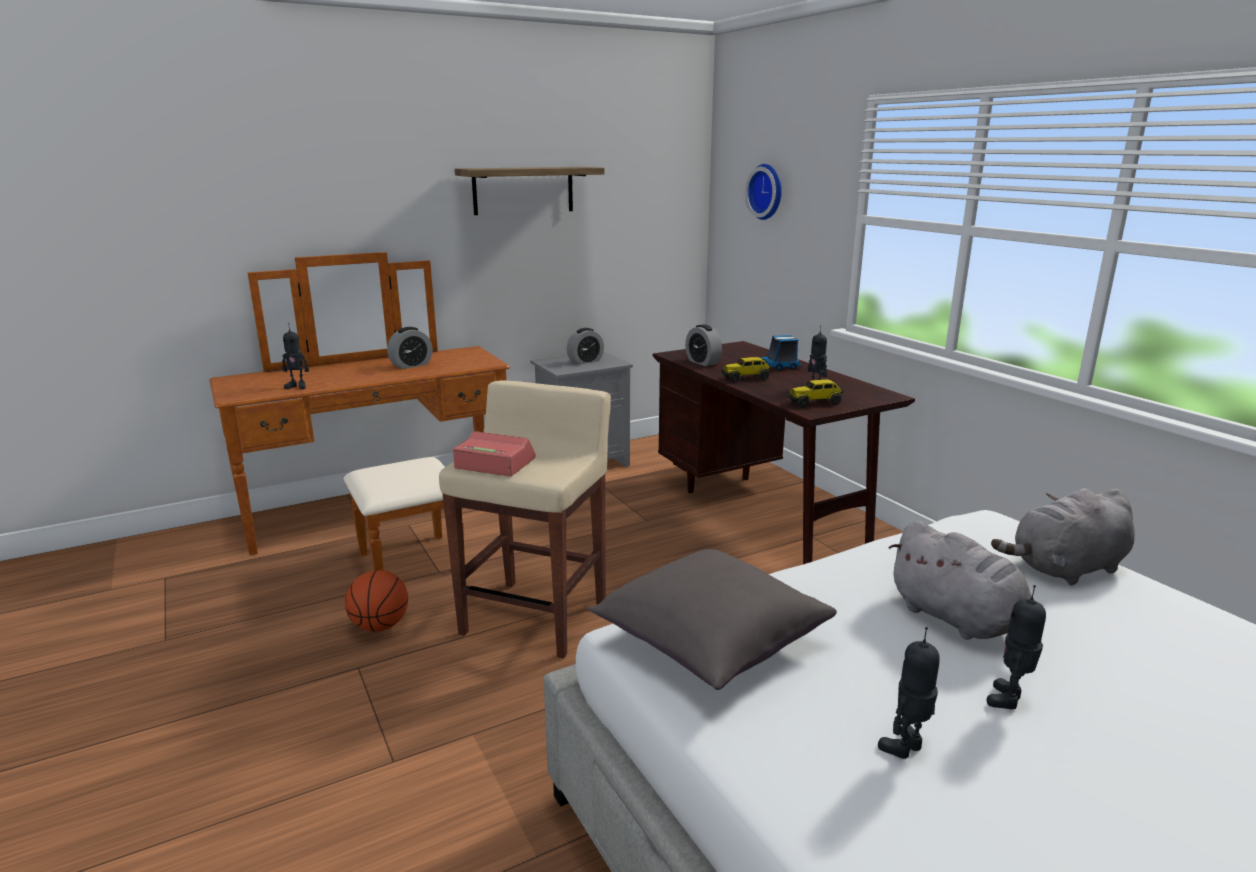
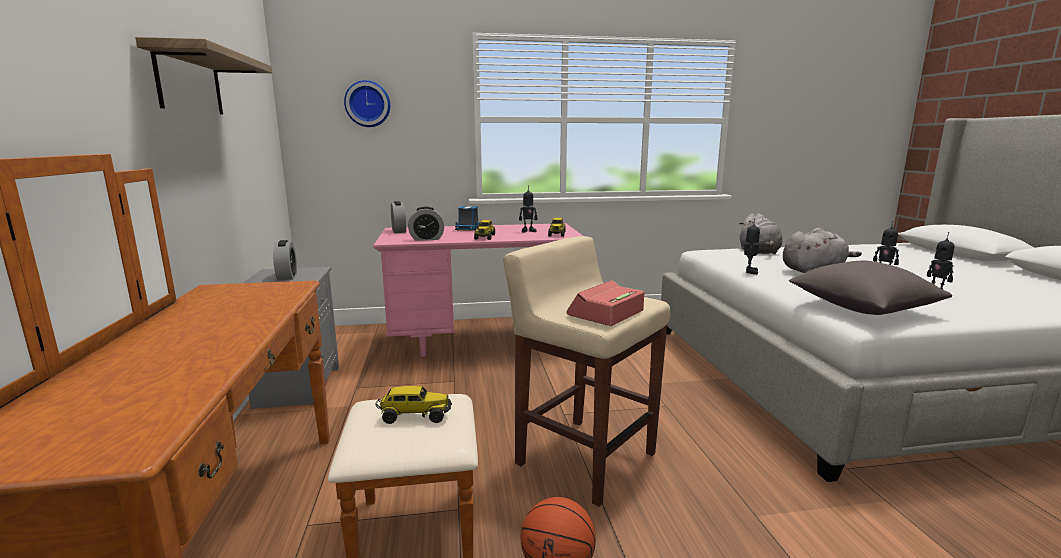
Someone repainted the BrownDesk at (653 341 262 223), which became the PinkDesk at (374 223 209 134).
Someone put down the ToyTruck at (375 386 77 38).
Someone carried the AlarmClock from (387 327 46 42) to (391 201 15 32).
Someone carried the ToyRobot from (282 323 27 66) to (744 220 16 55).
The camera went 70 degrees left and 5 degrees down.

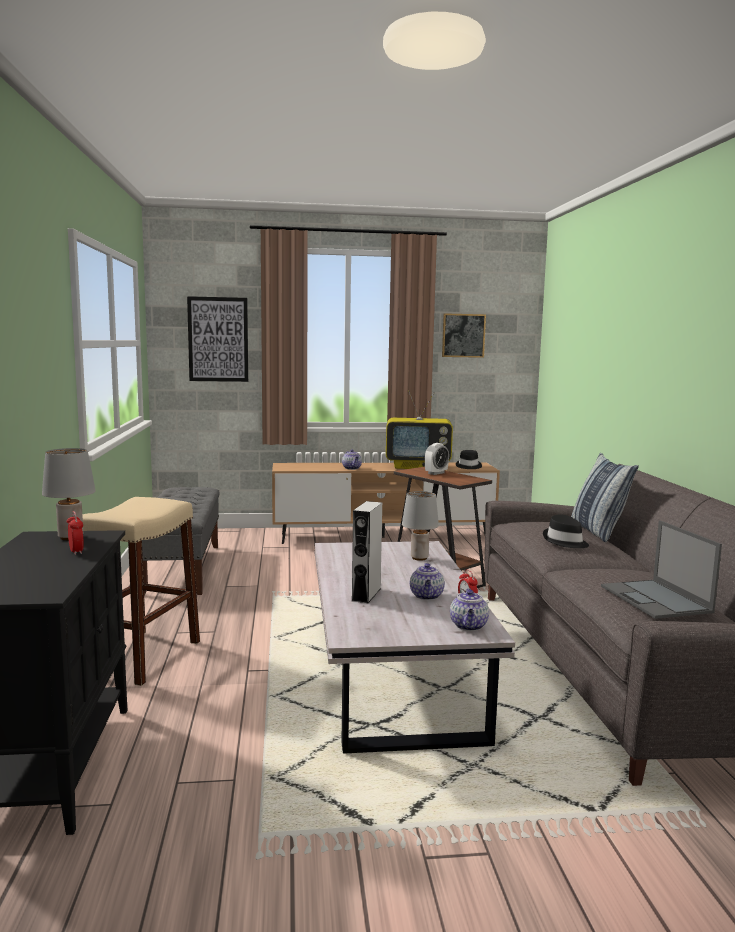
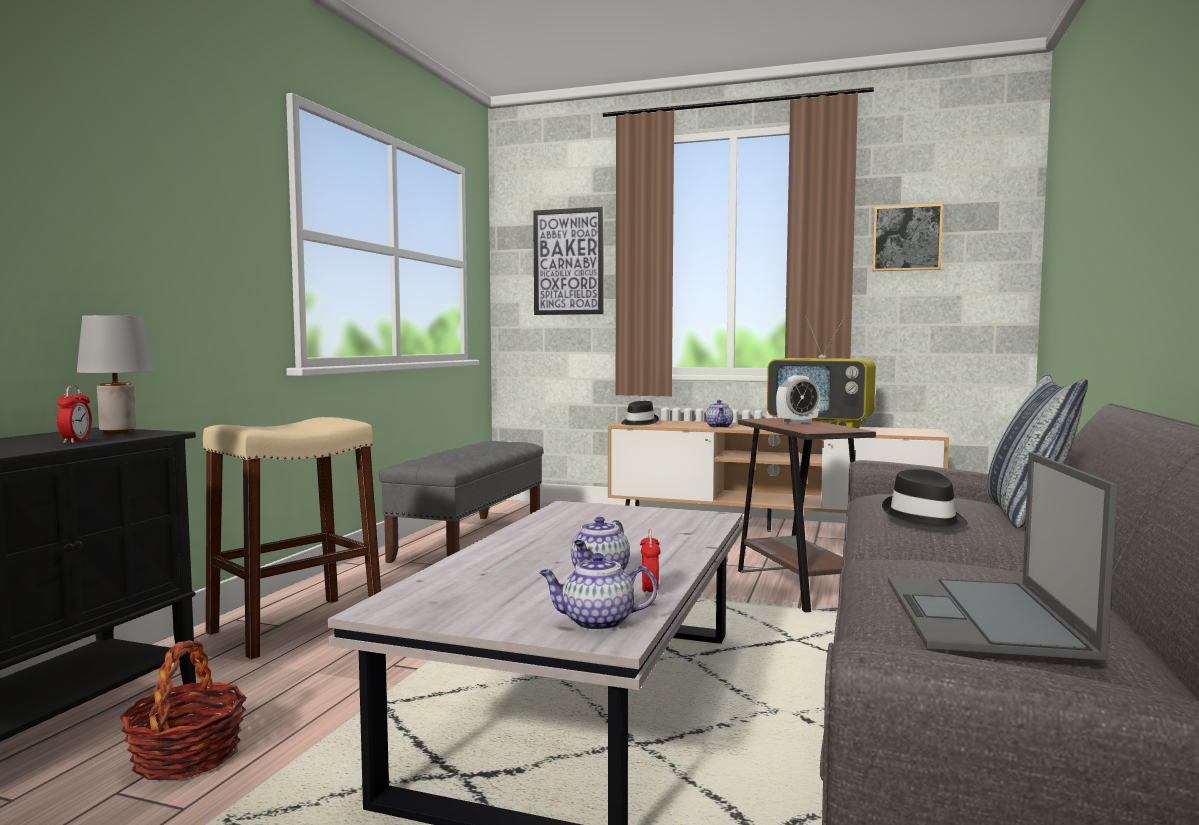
Someone put down the Basket at (120 640 127 140).
Someone rotated the Teapot at (450 588 39 43) by 60 degrees clockwise.
Someone carried the BlackHat from (456 450 26 19) to (621 401 38 24).
Someone took away the GreySpeaker at (352 501 30 102).
Someone took away the GreyTableLamp at (402 491 37 70).
The camera went 25 degrees right and 5 degrees down.

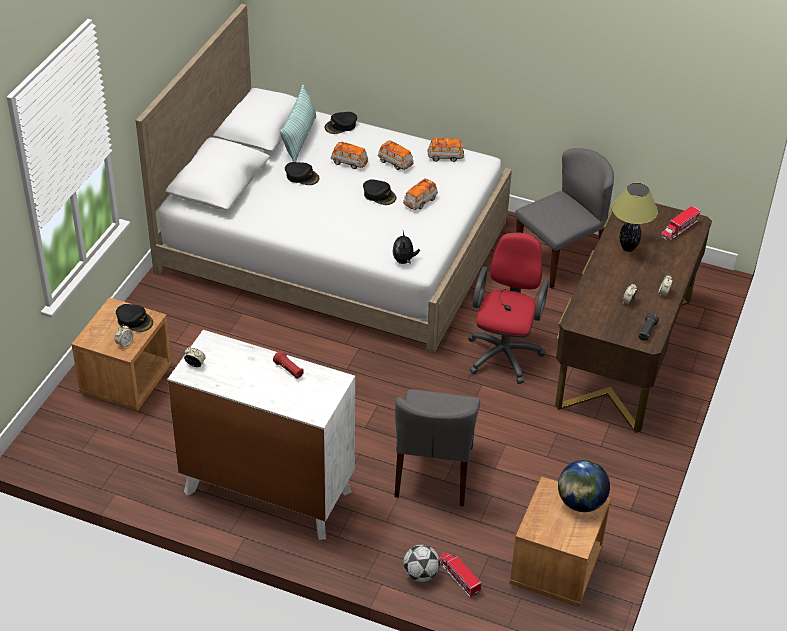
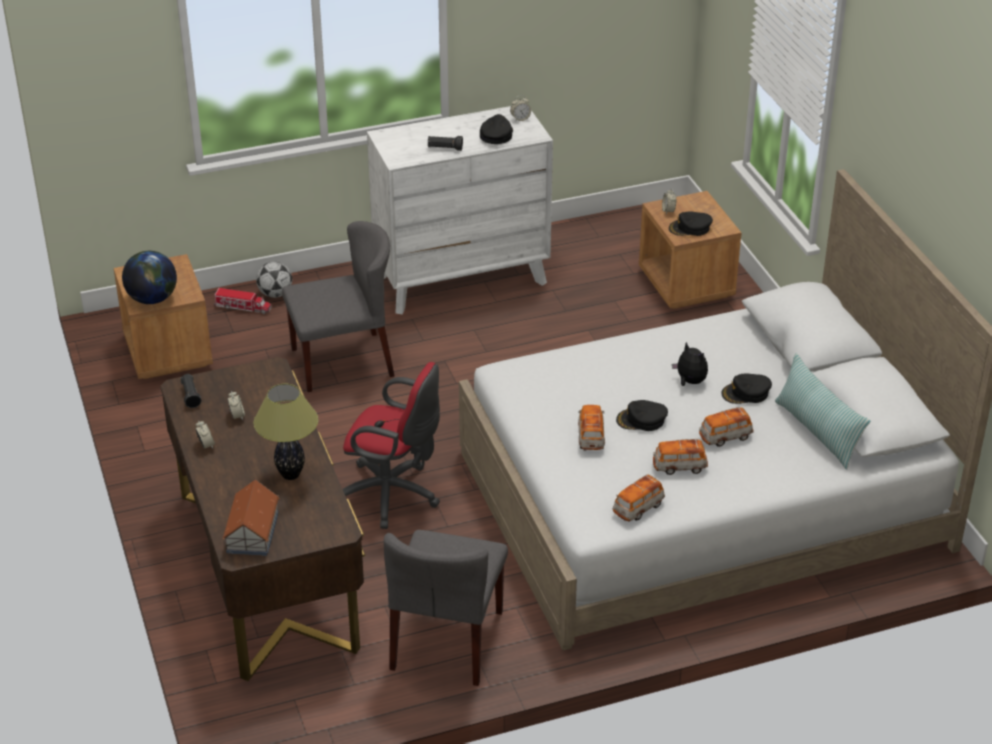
Someone swapped the ToyTruck at (661 206 39 35) for the ToyHouse at (222 479 58 77).
Someone rotated the GreyChair at (394 389 86 118) by 105 degrees clockwise.
Someone rotated the RedOfficeChair at (468 233 81 151) by 45 degrees counterclockwise.
Someone repainted the RedFlashlight at (273 351 31 28), which became the BlackFlashlight at (428 136 35 15).
Someone carried the BlackCap from (325 112 32 22) to (480 114 33 30).
Someone carried the PlushToy from (392 231 28 33) to (672 342 36 44).
The camera went 140 degrees right and 5 degrees down.

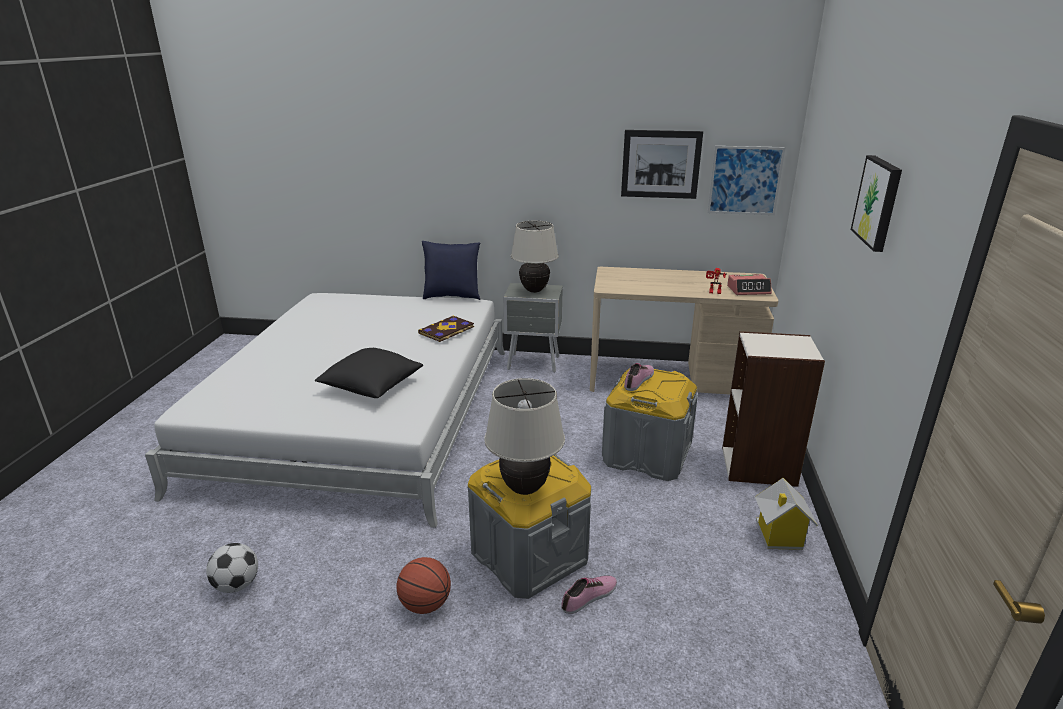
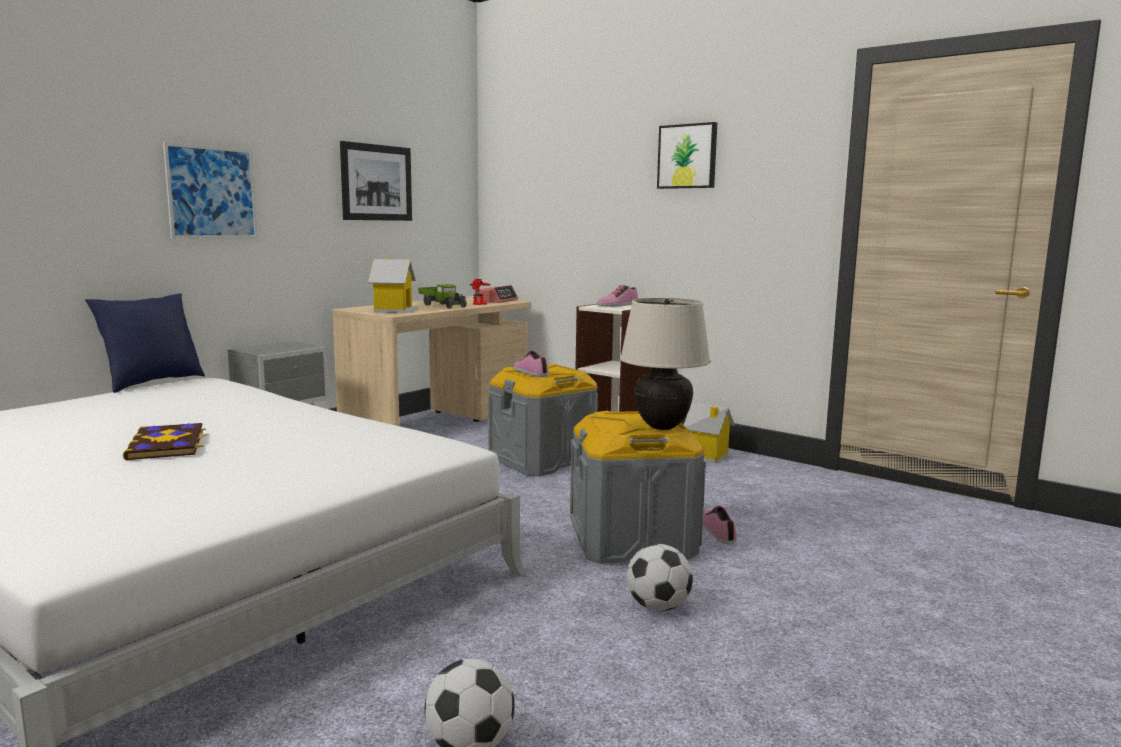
Someone carried the Book from (418 315 56 27) to (123 423 84 38).
Someone carried the Picture from (707 146 79 69) to (163 142 95 97).
Someone put down the ToyHouse at (368 258 51 55).
Someone put down the ToyTruck at (418 284 49 25).
Someone put down the Shoe at (597 285 41 22).
Someone swapped the Basketball at (397 557 54 57) for the Football at (627 544 66 67).
Someone took away the BlackPillow at (315 348 108 50).
Someone took away the BeigeTableLamp at (511 221 48 72).
The camera went 60 degrees left and 15 degrees down.

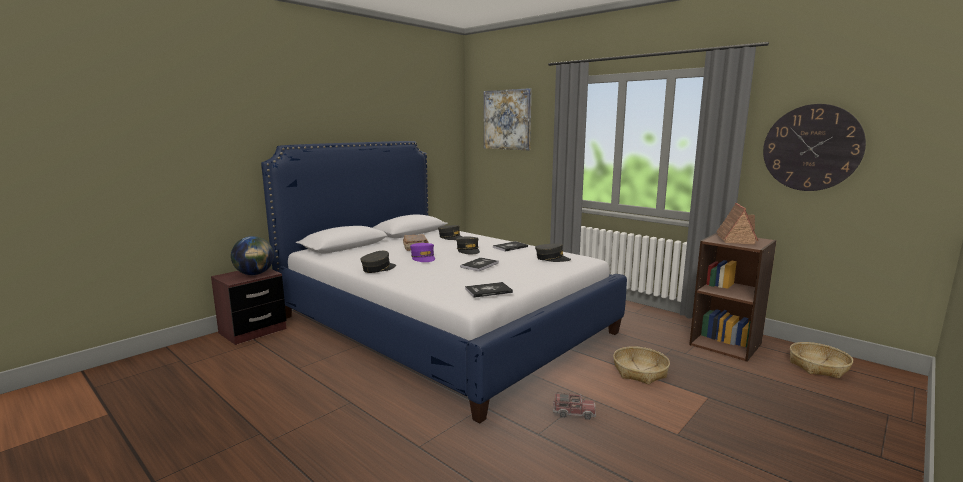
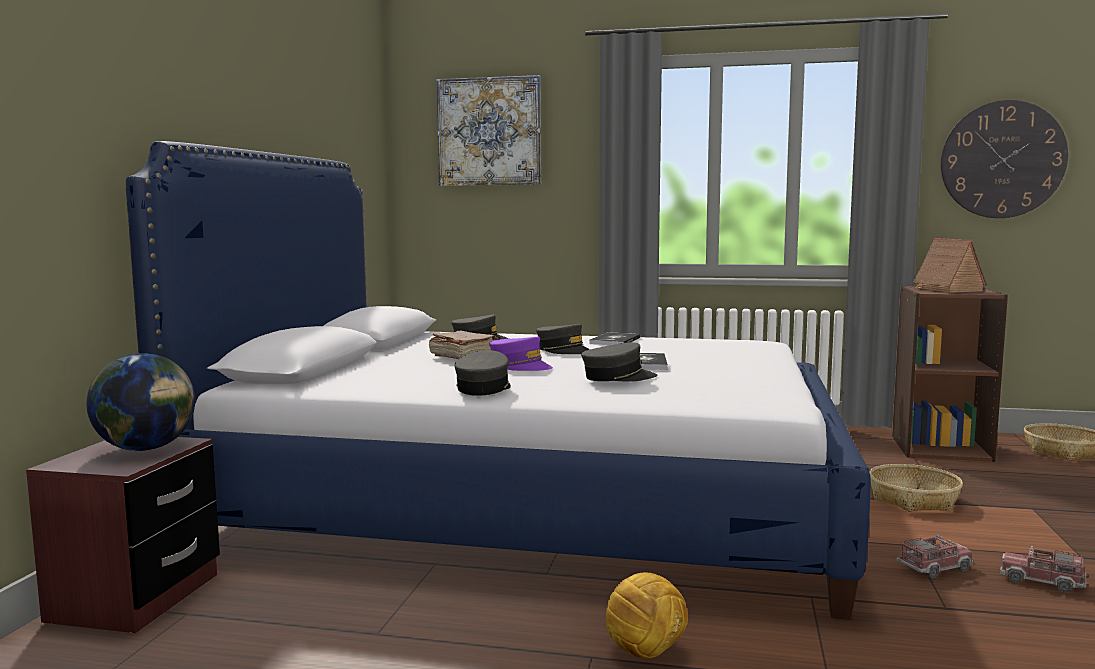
Someone carried the GreyCap from (535 243 36 19) to (581 342 77 40).
Someone put down the Football at (606 572 82 86).
Someone put down the ToyTruck at (1000 546 86 47).
Someone took away the Book at (465 282 48 16).
The camera went 30 degrees left and 5 degrees down.

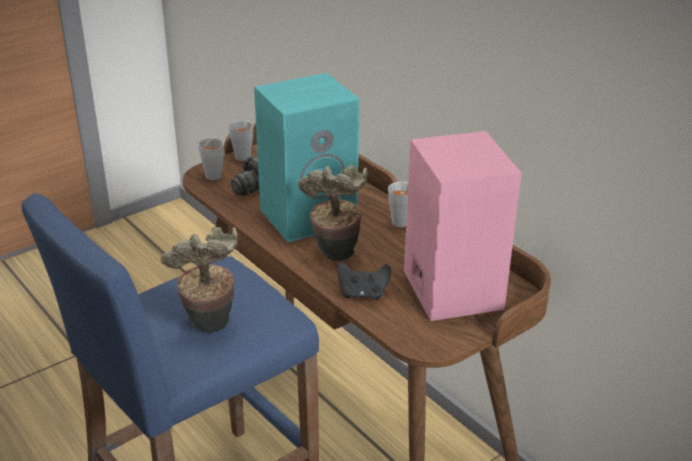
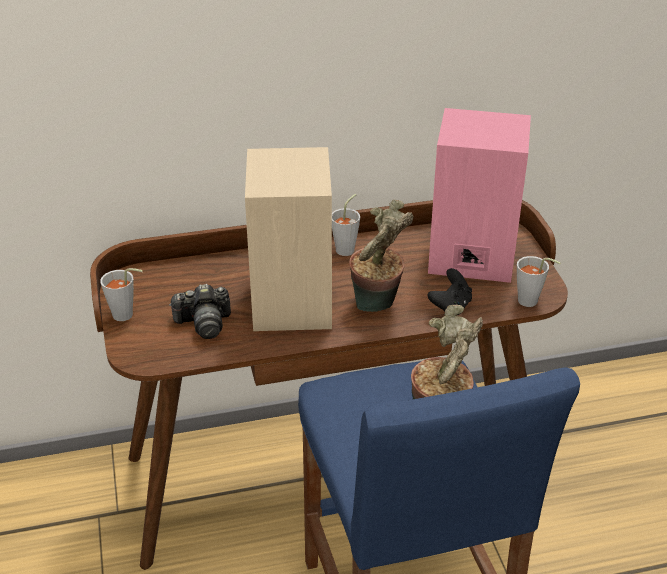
Someone repainted the TurquoiseSpeaker at (254 73 105 170), which became the BeigeSpeaker at (245 147 87 184).
Someone carried the GreyCup from (198 138 26 42) to (517 256 44 51).
The camera went 65 degrees left and 5 degrees up.

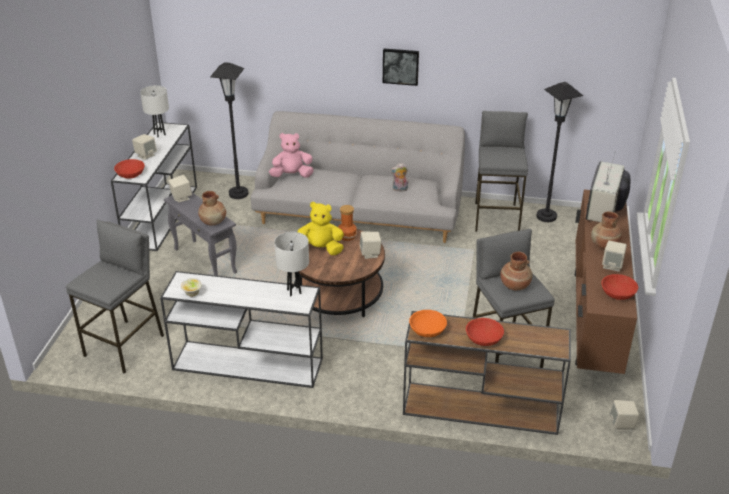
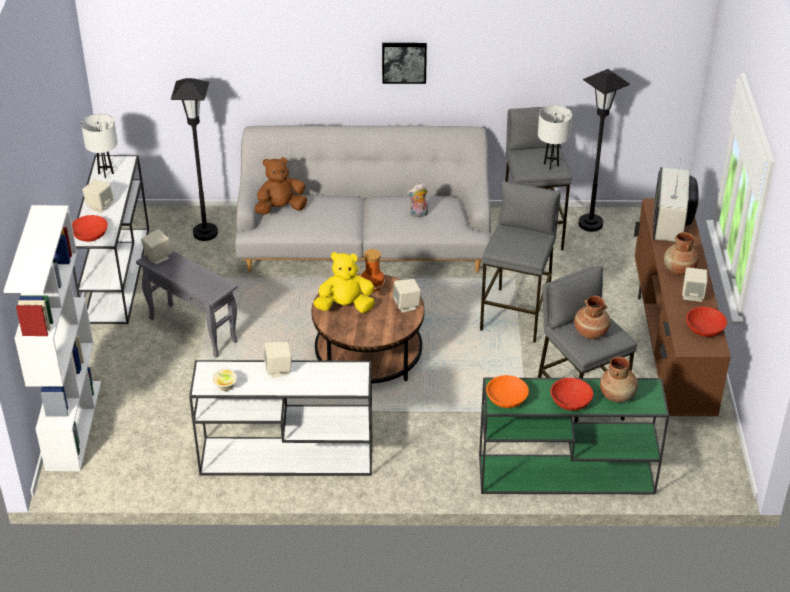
Someone put down the WhiteBookcase at (4 205 97 266).
Someone repainted the PinkPlushToy at (269 133 45 45), which became the BrownPlushToy at (254 157 53 57).
Someone carried the BeigeSpeaker from (610 400 29 31) to (264 342 28 36).
Someone repainted the BrownConsoleTable at (403 311 168 124), which became the GreenConsoleTable at (479 378 190 116).
Someone carried the GreyStool from (66 220 98 154) to (480 181 81 162).
Someone carried the WhiteTableLamp from (274 232 35 64) to (538 105 34 65).
Someone carried the BrownVase from (198 191 28 35) to (600 357 38 46).
The camera went 10 degrees left and 5 degrees up.

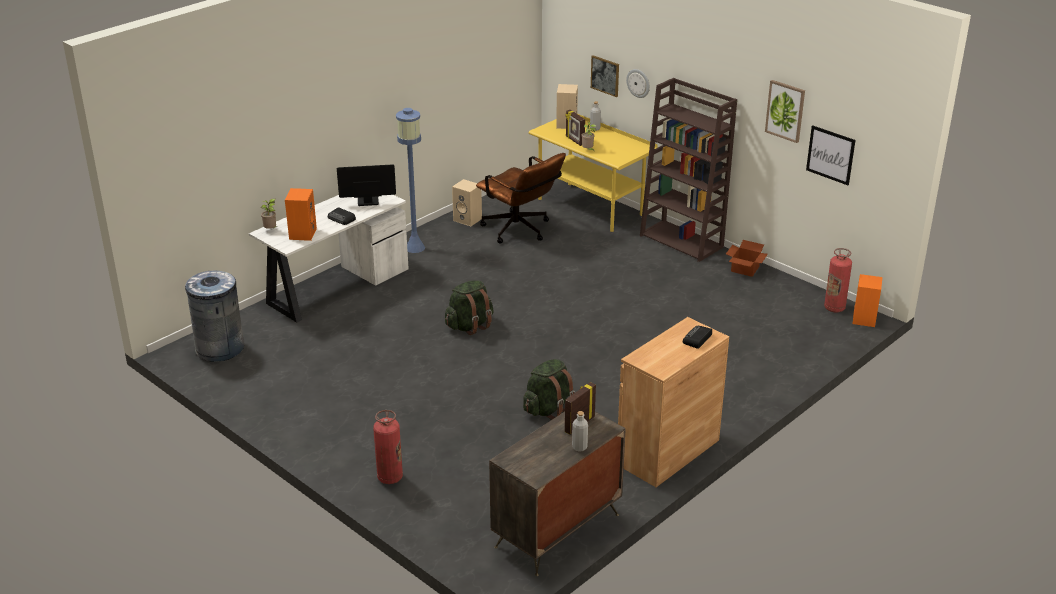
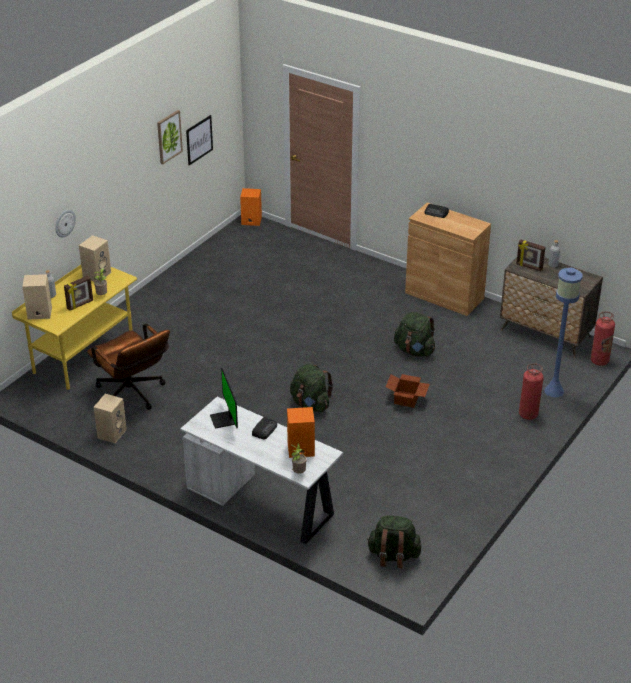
Someone put down the BeigeSpeaker at (79 235 32 47).
Someone rotated the BrownOfficeChair at (476 153 90 91) by 105 degrees clockwise.
Someone swapped the GreyTrashCan at (185 271 59 91) for the GreenBackpack at (367 516 55 52).
Someone carried the CardboardBox from (726 240 42 37) to (386 374 44 34).
Someone carried the BlueFloorLamp from (396 108 29 145) to (544 268 39 129).
Someone carried the FireExtinguisher from (824 248 28 64) to (591 311 24 55).
Someone took away the Picture at (591 55 28 42).
Someone took away the BrownBookcase at (640 78 97 184).
The camera went 100 degrees left and 5 degrees up.

